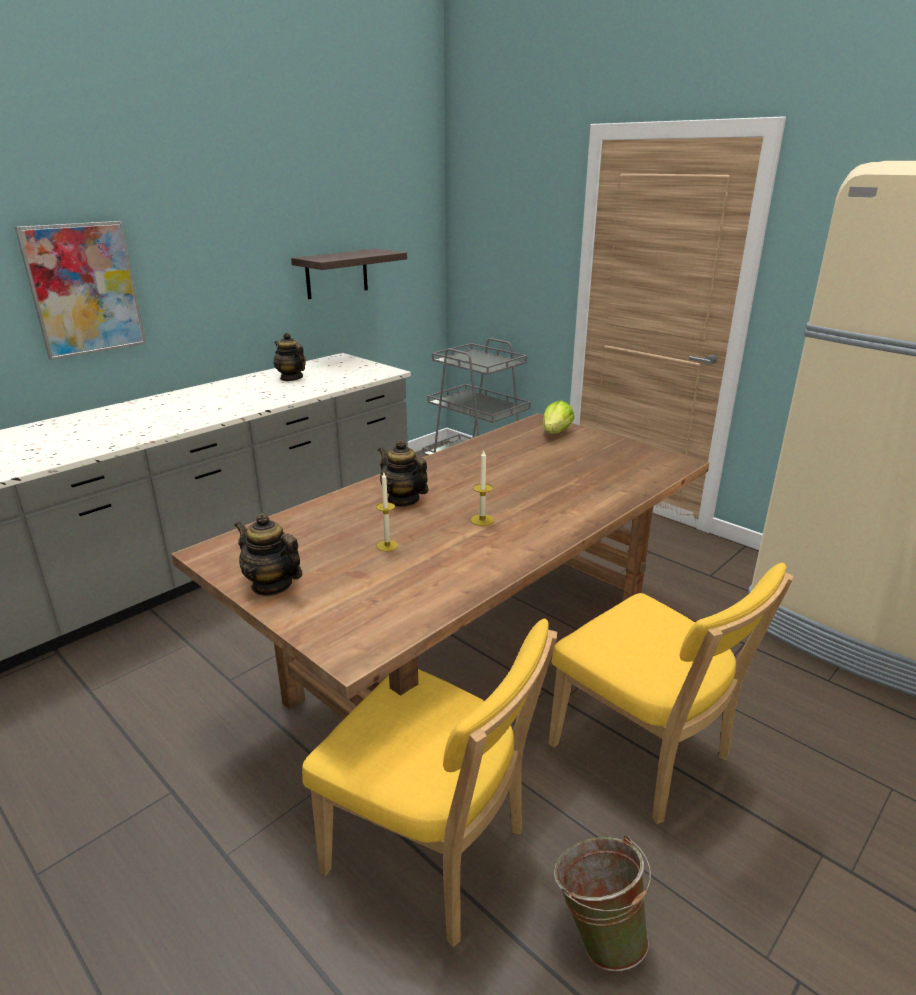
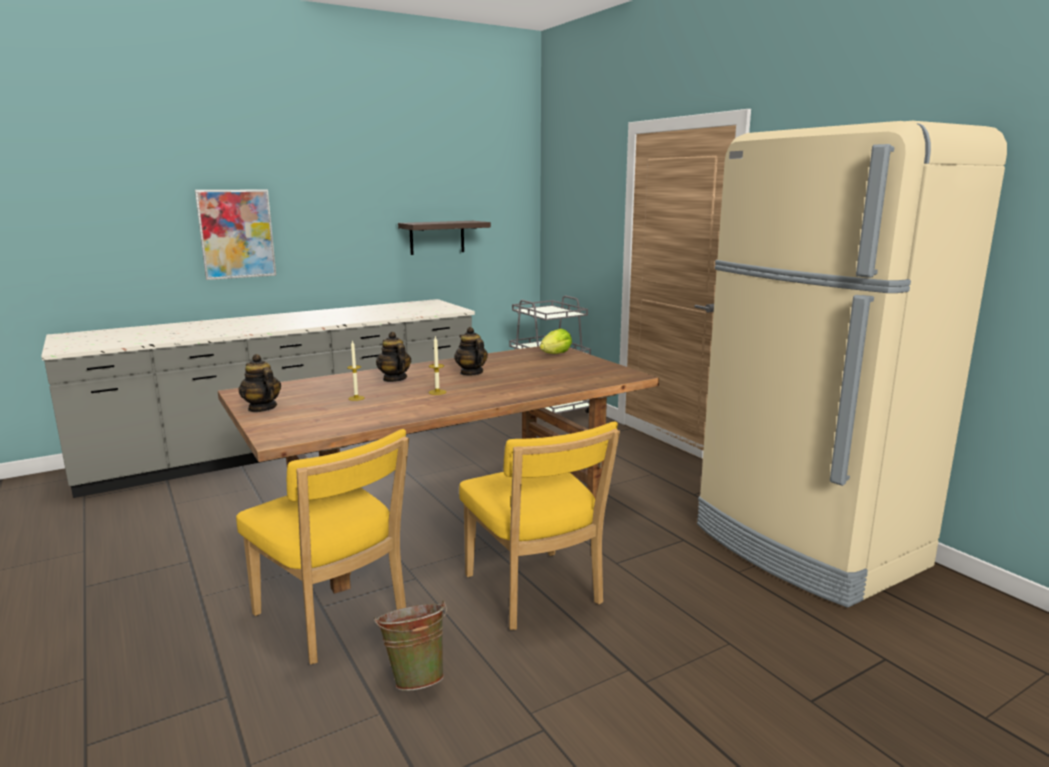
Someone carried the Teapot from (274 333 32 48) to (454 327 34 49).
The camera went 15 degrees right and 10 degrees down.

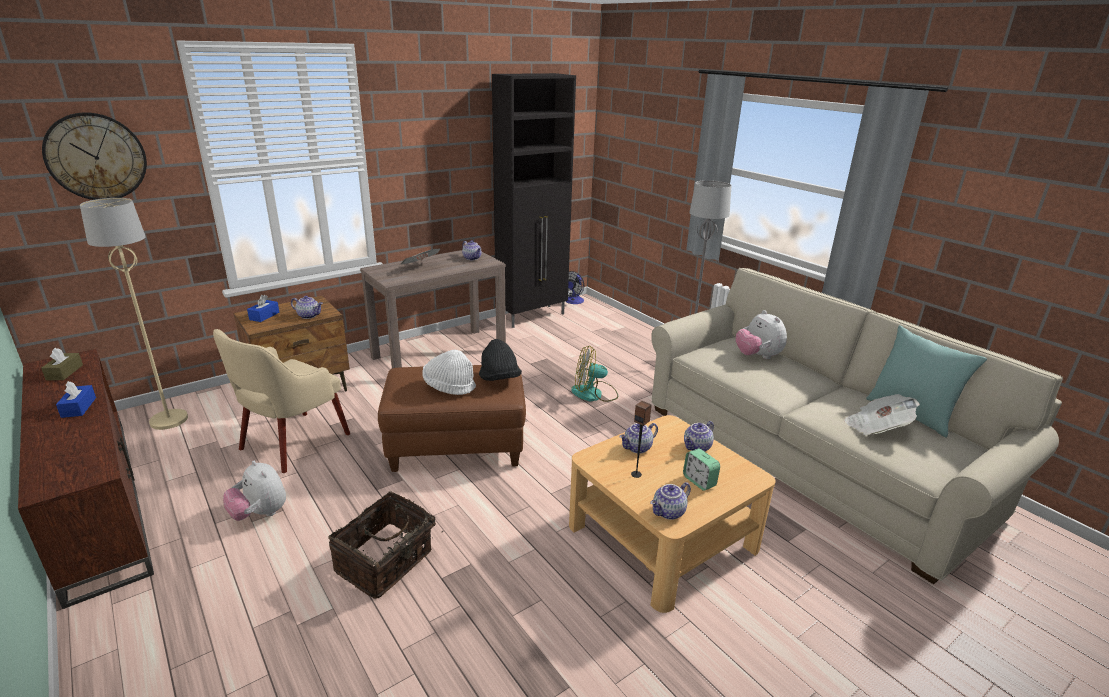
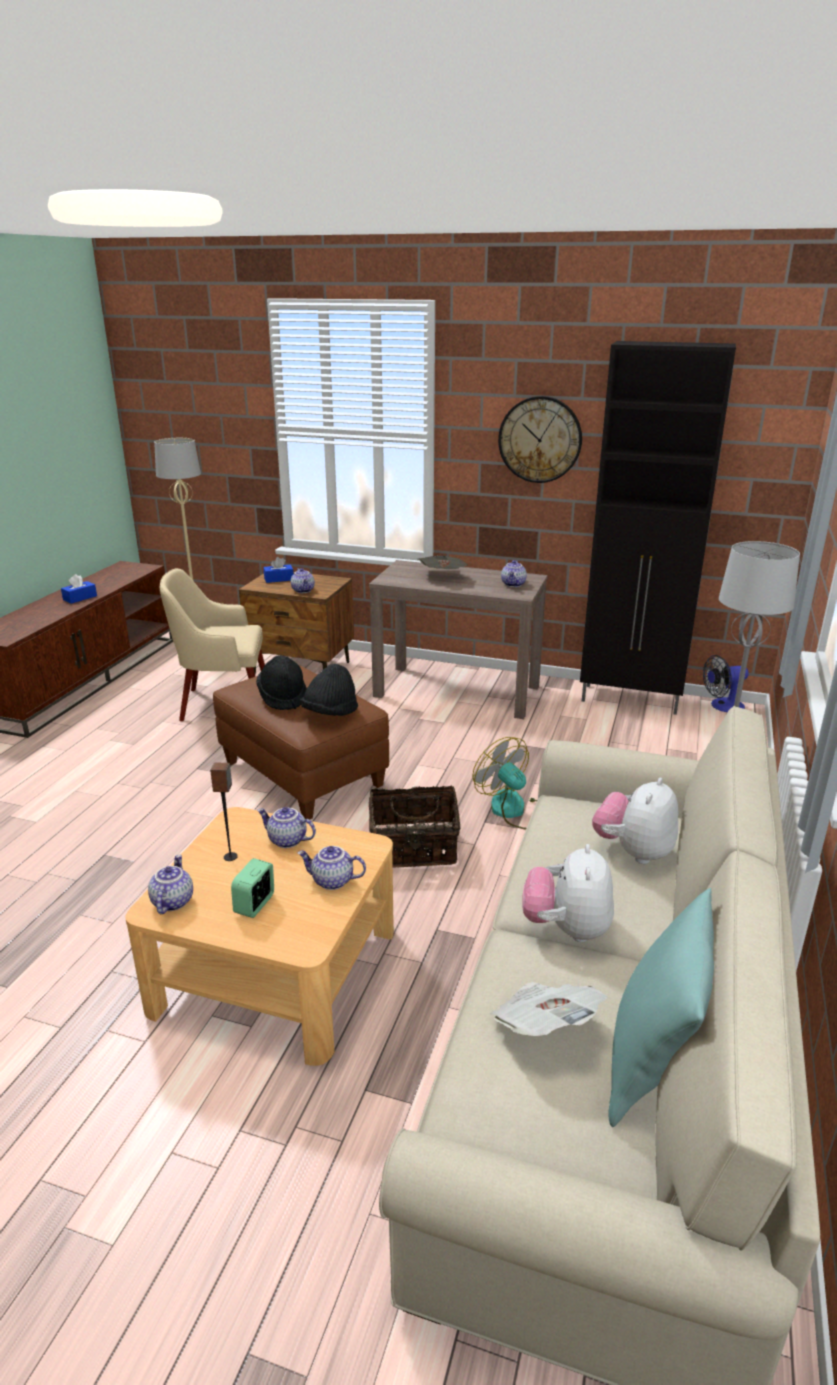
Someone rotated the Teapot at (650 482 41 38) by 75 degrees clockwise.
Someone repainted the WhiteHat at (422 350 54 45), which became the BlackHat at (256 655 51 55).
Someone carried the Basket from (328 492 115 107) to (369 785 91 83).
Someone carried the WallClock from (42 112 105 88) to (498 396 84 87).
Someone carried the PlushToy from (223 461 63 60) to (522 844 92 98).
Someone took away the BrownTissueBox at (41 348 42 32).
The camera went 55 degrees right and 0 degrees up.

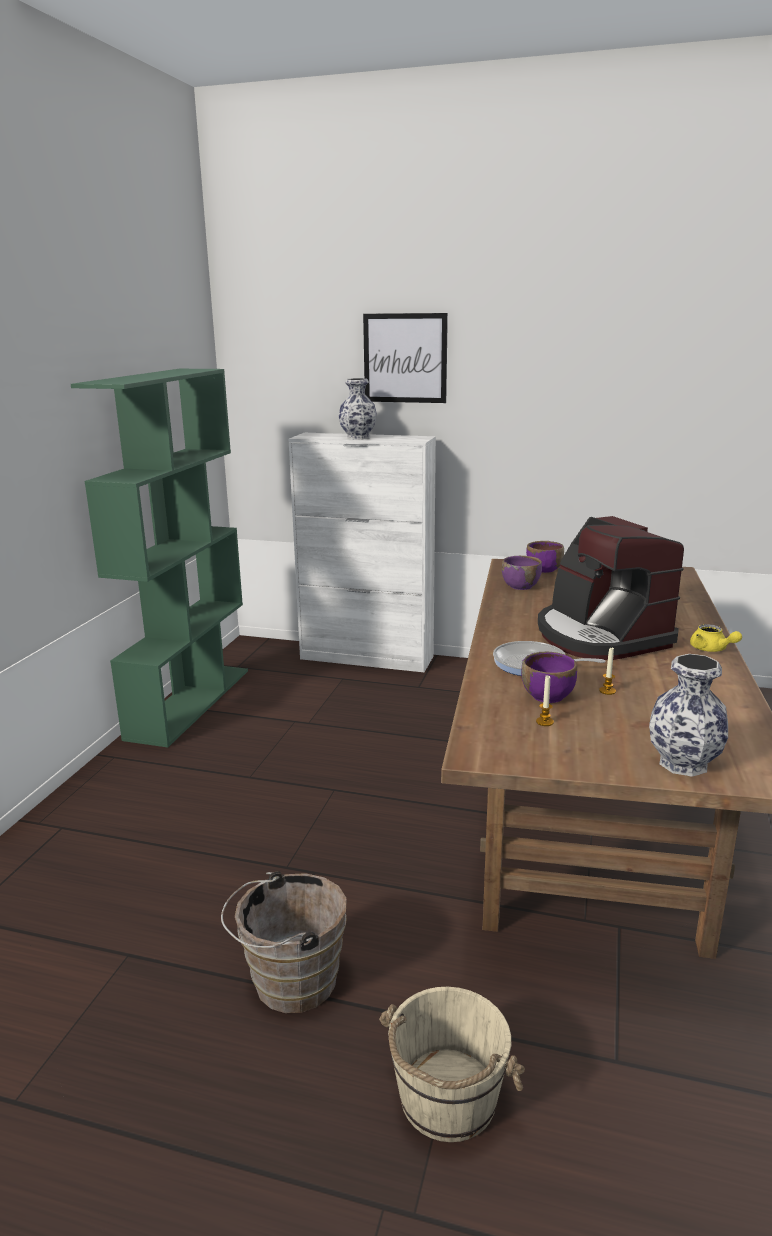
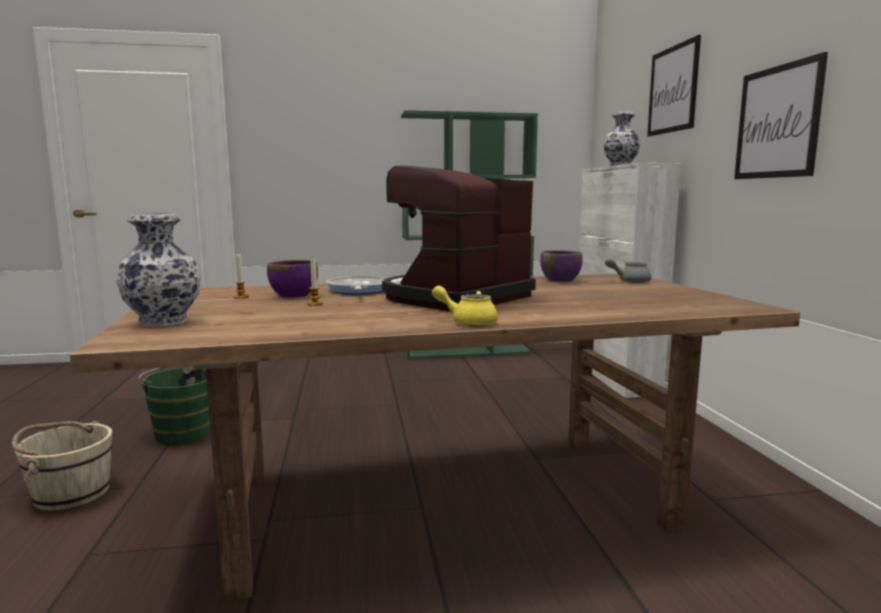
Someone repainted the BrownBucket at (221 871 126 142), which became the GreenBucket at (139 365 72 80).
Someone rotated the YellowTeapot at (690 624 52 28) by 75 degrees clockwise.
Someone swapped the PurpleBowl at (526 541 38 32) for the GreyTeapot at (605 257 46 26).
Someone put up the Picture at (734 52 94 127).
The camera went 65 degrees right and 10 degrees down.

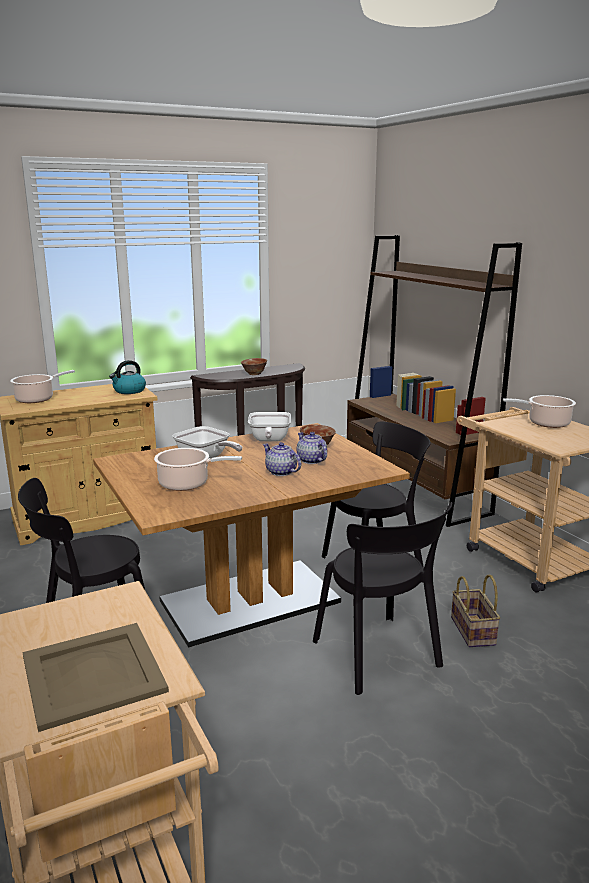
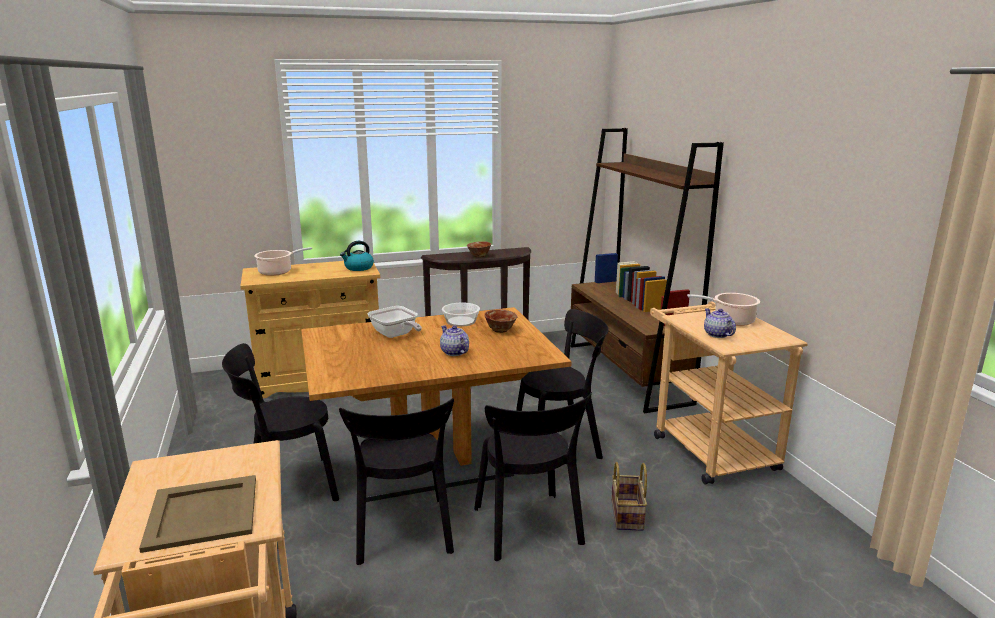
Someone put down the BlackChair at (339 398 115 167).
Someone swapped the FryingPan at (248 412 43 30) for the Bowl at (442 303 38 24).
Someone carried the Teapot from (297 432 30 32) to (704 308 32 30).
Someone took away the CookingPot at (154 448 88 43).
The camera went 10 degrees right and 0 degrees up.

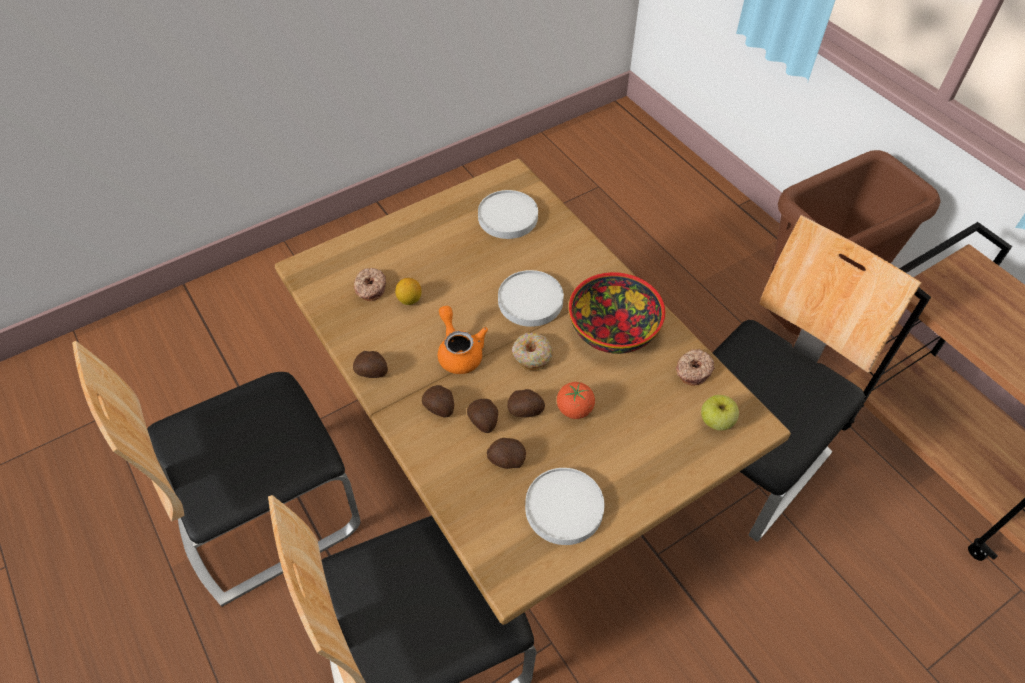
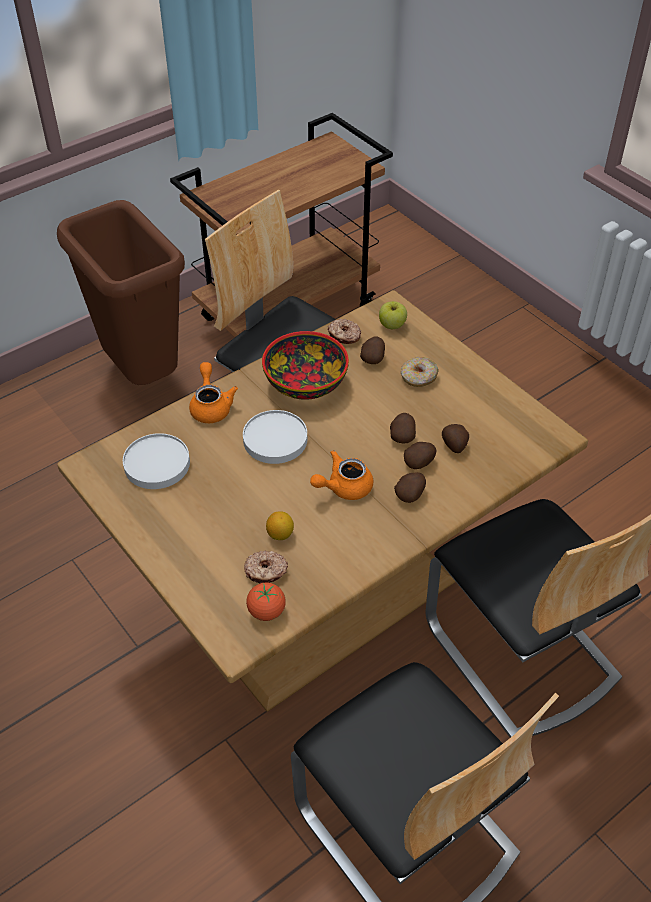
Someone put down the OrangeTeapot at (189 362 49 61).
Someone carried the Tomato from (557 382 38 37) to (246 583 40 38).
Someone carried the Potato from (353 351 35 27) to (360 337 25 27).
Someone carried the Donut from (512 333 41 37) to (401 357 38 30).
Someone took away the WhitePlate at (525 468 80 77).
The camera went 95 degrees left and 5 degrees down.

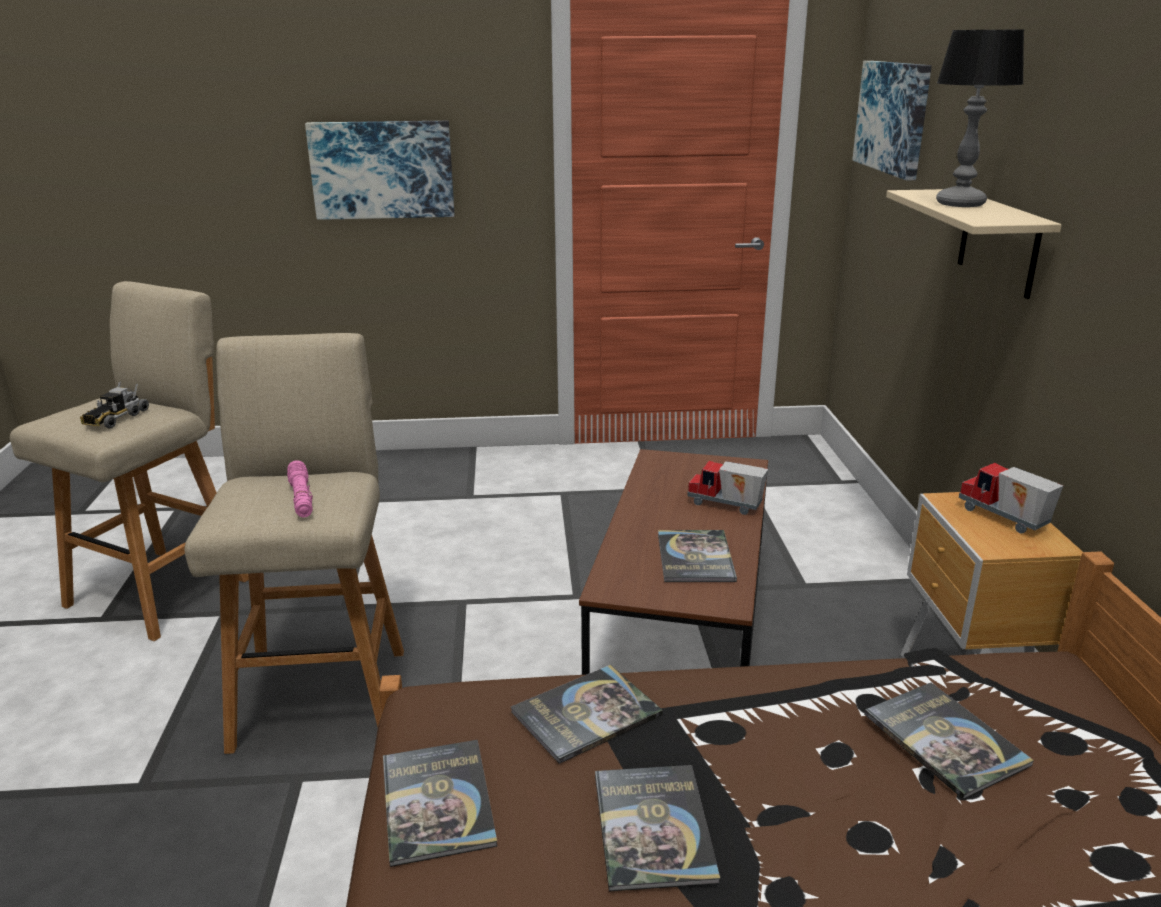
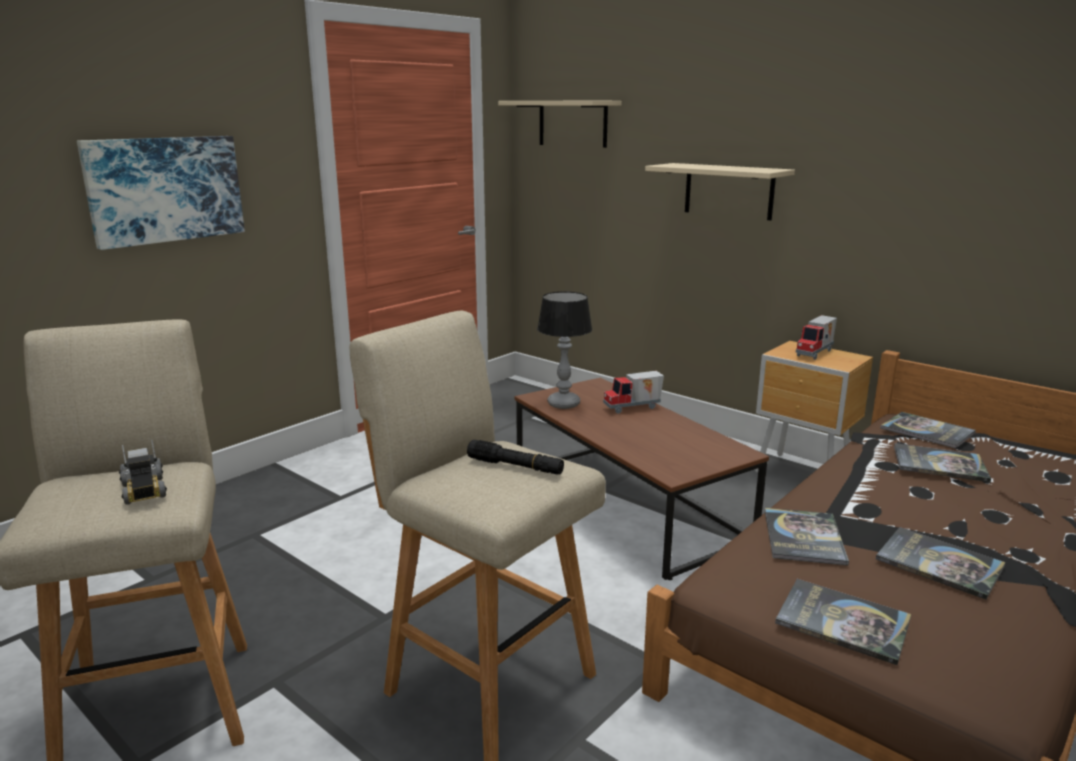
Someone repainted the PinkFlashlight at (287 460 26 57), which became the BlackFlashlight at (467 440 97 35).
Someone swapped the Picture at (852 61 80 120) for the BeigeShelf at (498 101 124 47).
Someone carried the TableLamp from (936 30 88 177) to (537 291 55 118).
Someone rotated the ToyTruck at (959 463 104 71) by 60 degrees counterclockwise.
Someone carried the Book from (658 530 79 52) to (880 412 96 36).
The camera went 45 degrees left and 5 degrees down.

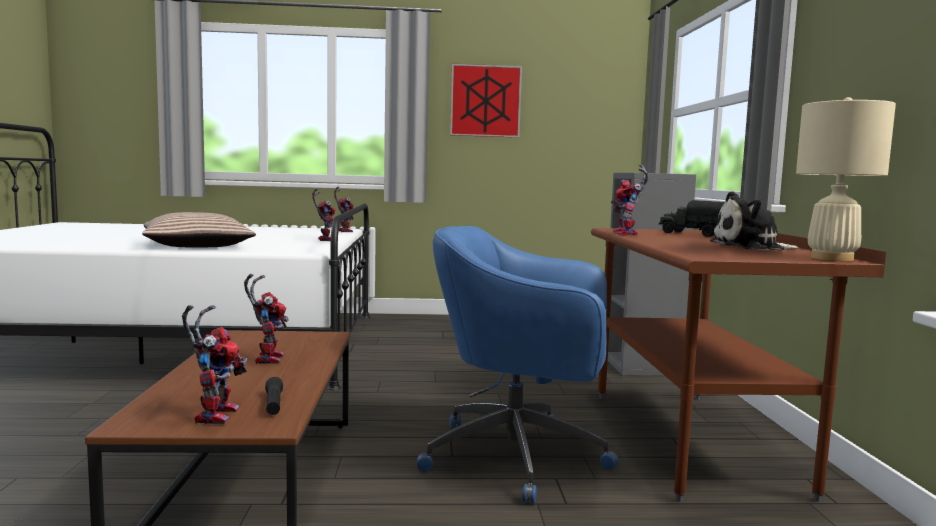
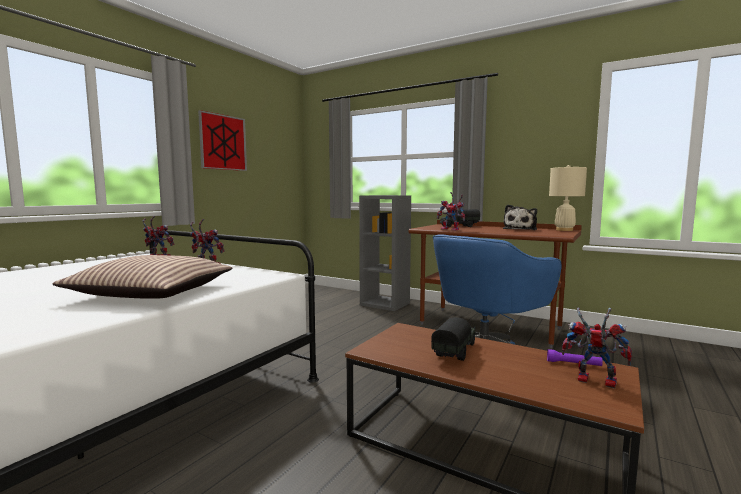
Someone swapped the ToyRobot at (244 274 44 90) for the ToyTruck at (431 317 45 44).
Someone repainted the BlackFlashlight at (265 377 18 38), which became the PurpleFlashlight at (547 349 56 17).
The camera went 55 degrees left and 0 degrees up.

